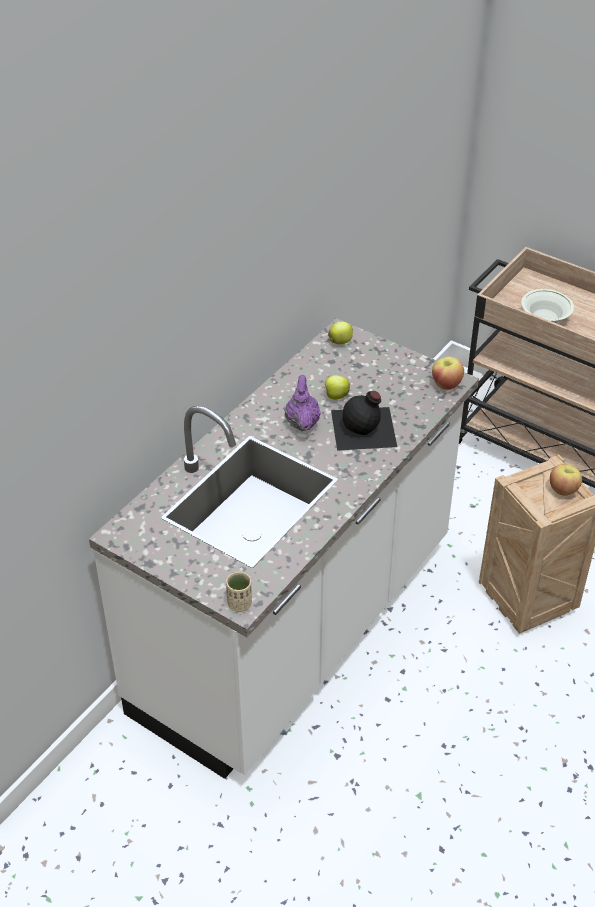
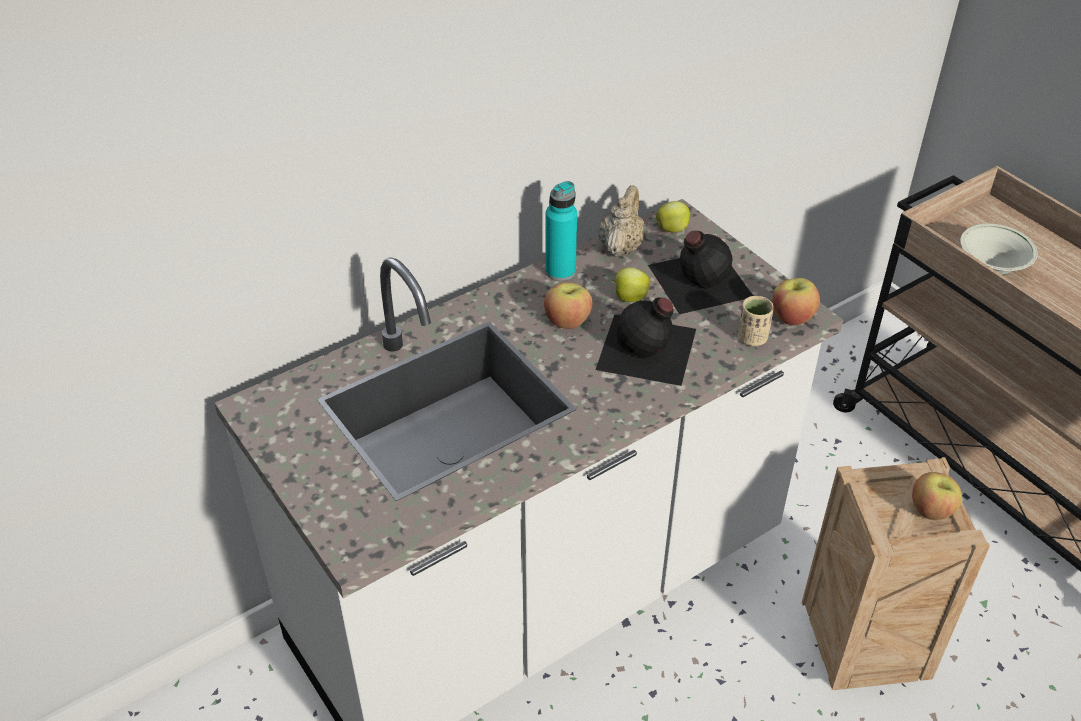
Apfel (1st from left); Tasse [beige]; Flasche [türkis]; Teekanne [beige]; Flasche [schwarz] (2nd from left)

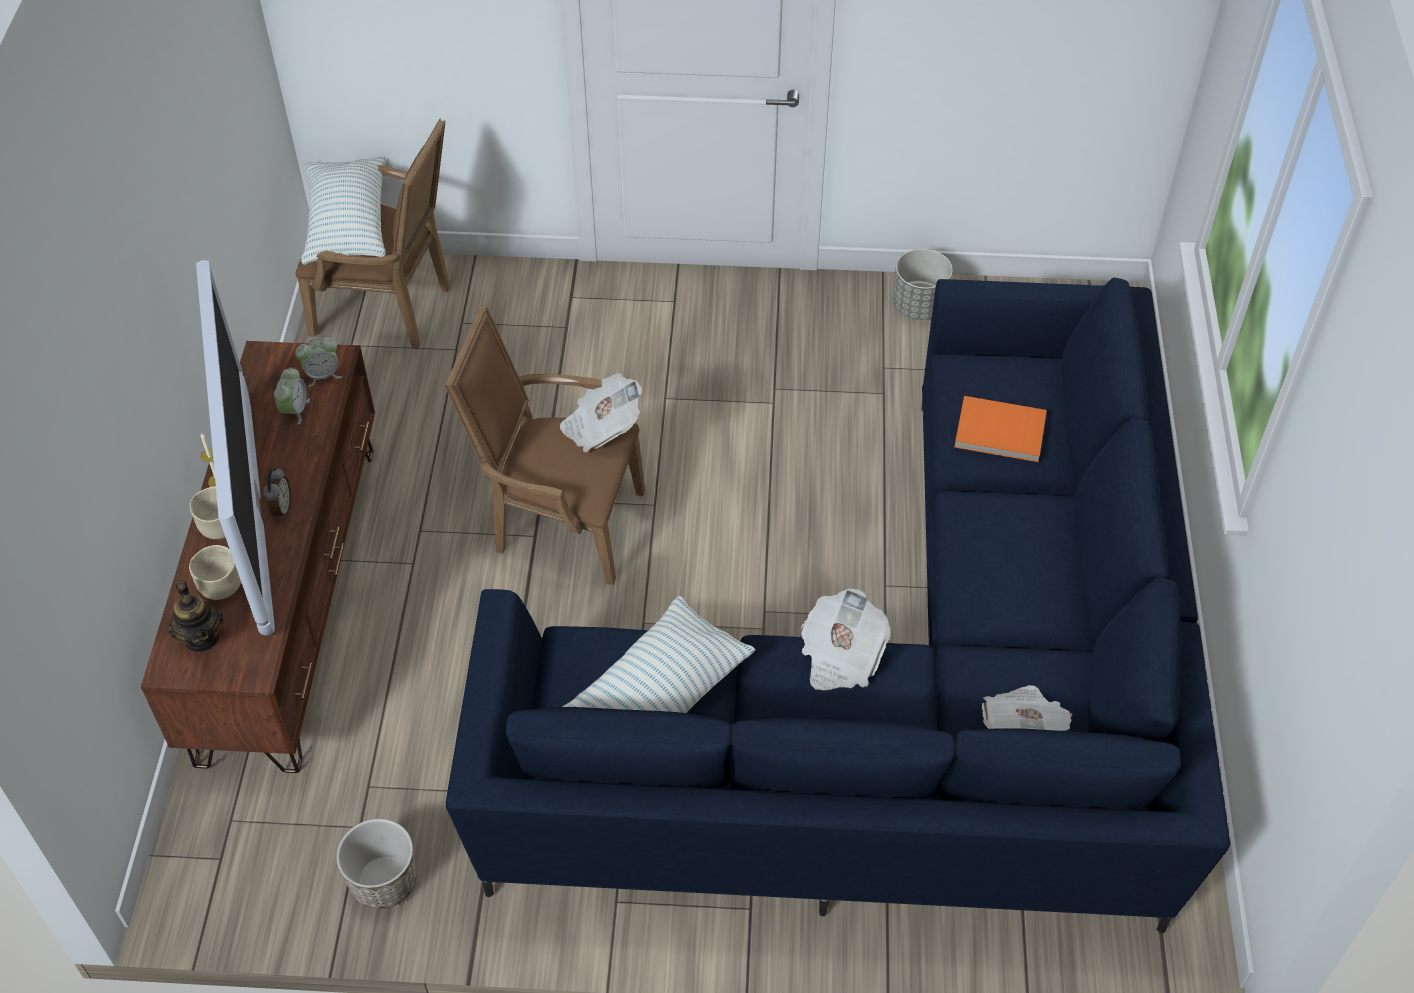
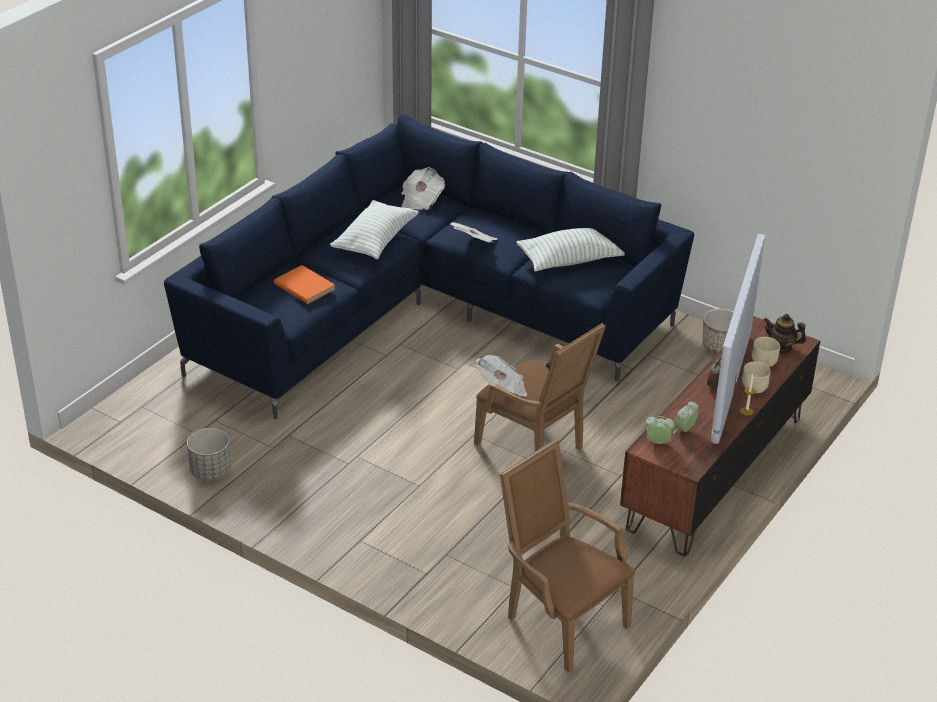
Kissen (1st from left); Teekanne

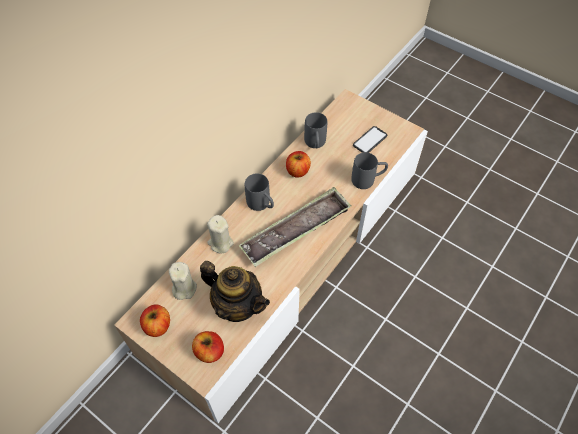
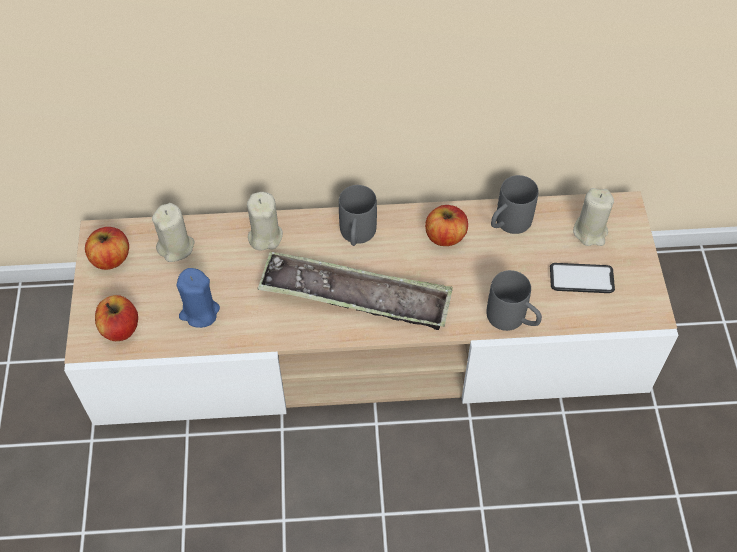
Kerze [blau]; Kerze [beige] (3rd from left)

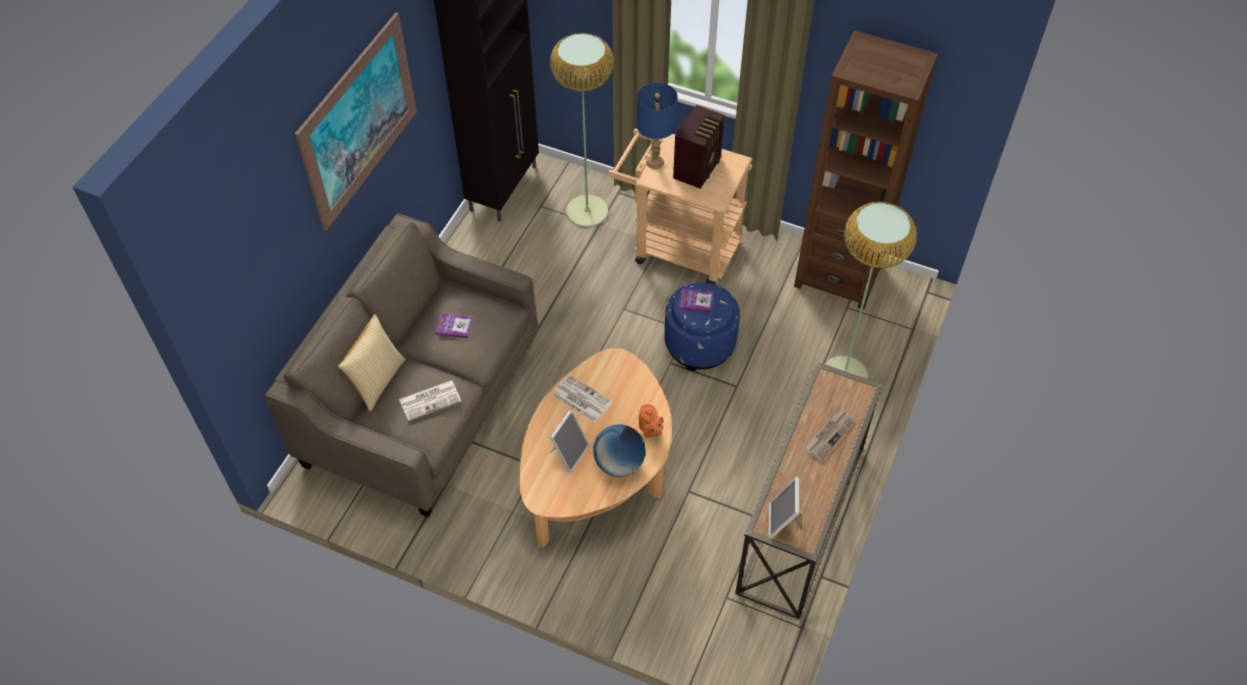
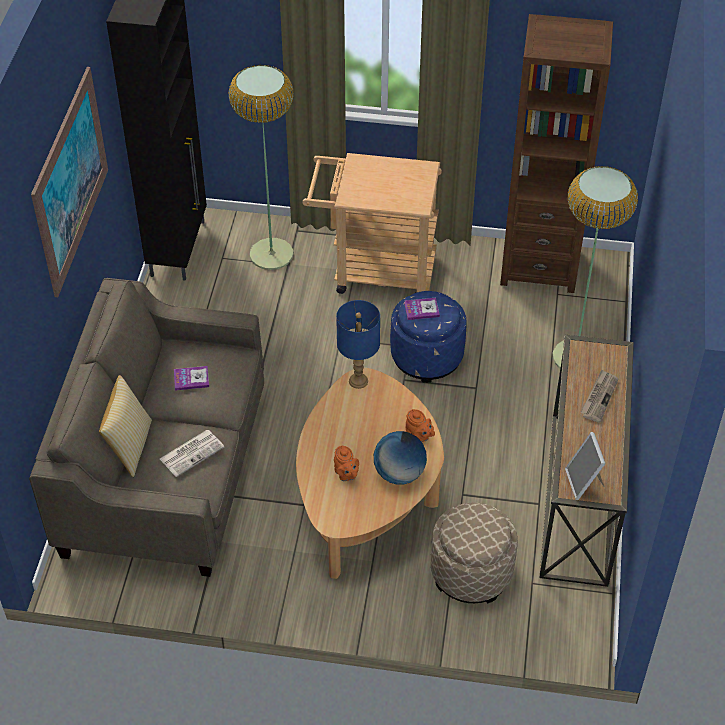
Tischlampe [blau]; Radio; Zeitung (2nd from left in the first image); Teekanne [orange] (1st from left); Polsterhocker [beige]

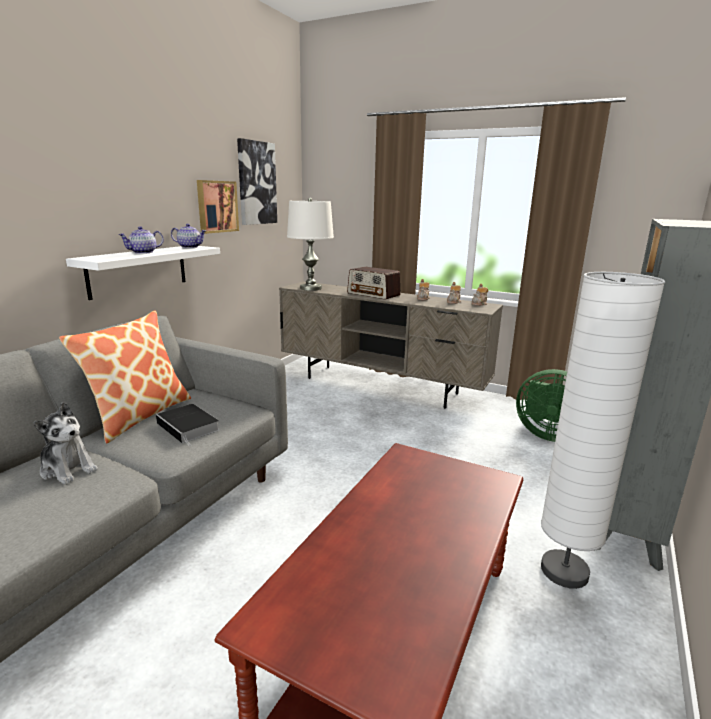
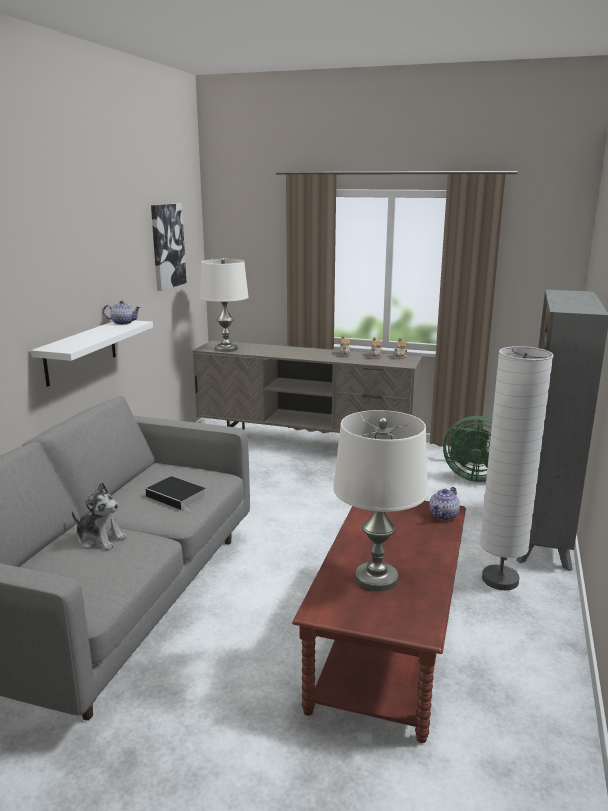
Bild (1st from left in the first image); Teekanne (5th from left); Radio; Kissen; Tischlampe [weiß] (2nd from left)

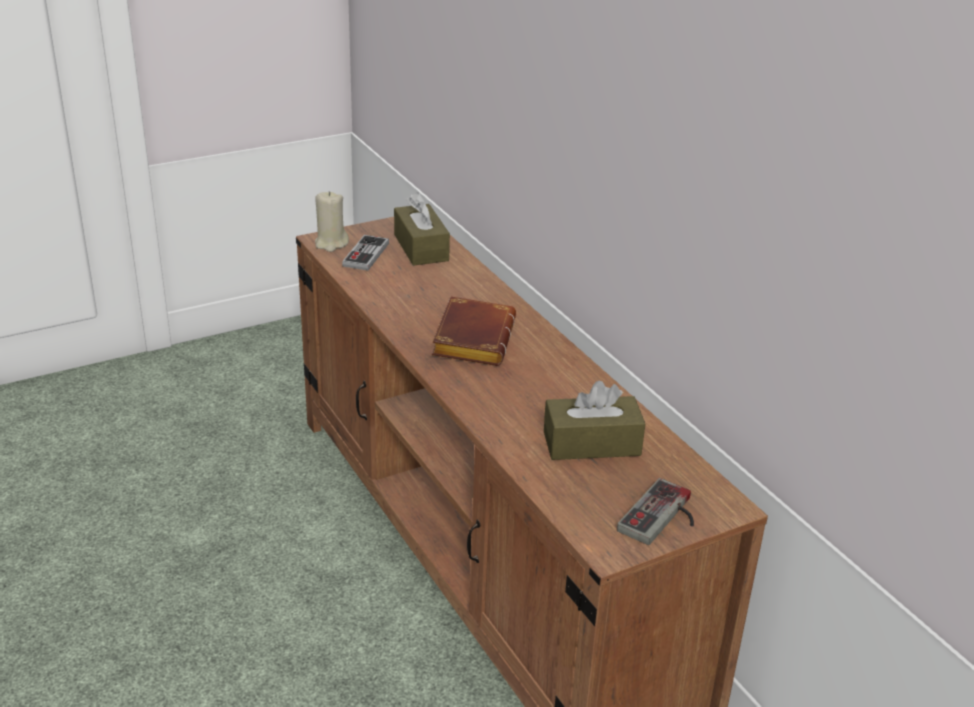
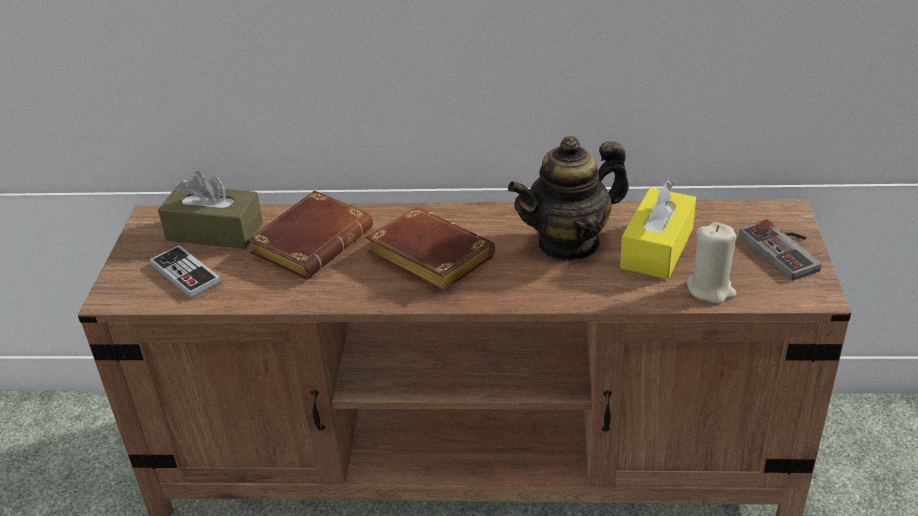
Kerze [beige]; Taschentuchbox [gelb]; Teekanne; Buch [braun] (1st from left)

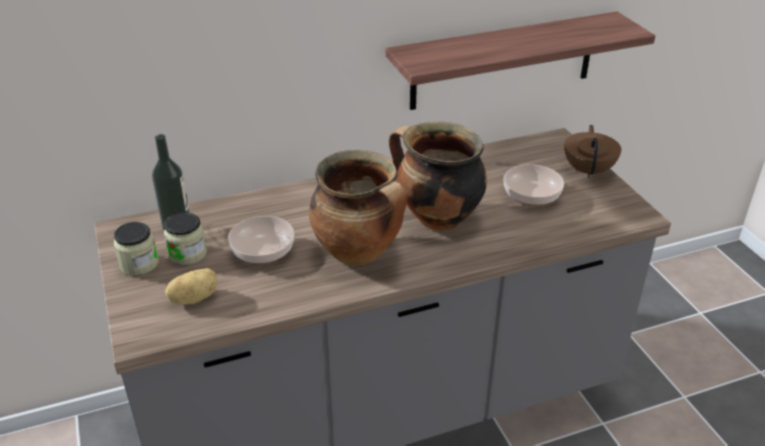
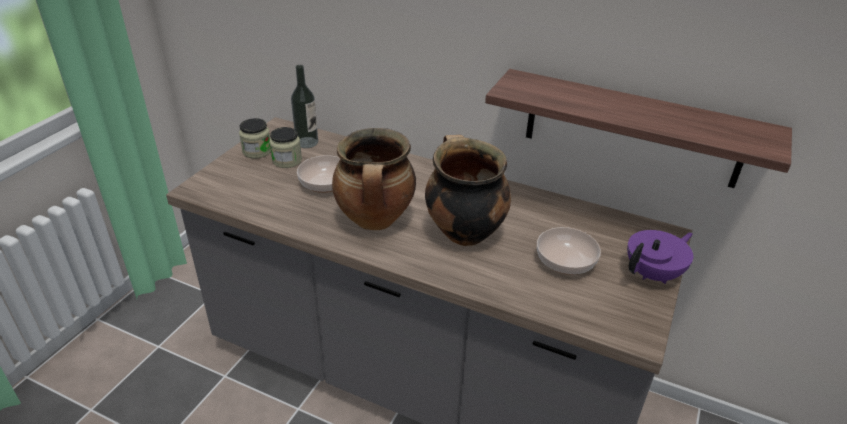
Teekanne [lila]; Kartoffel

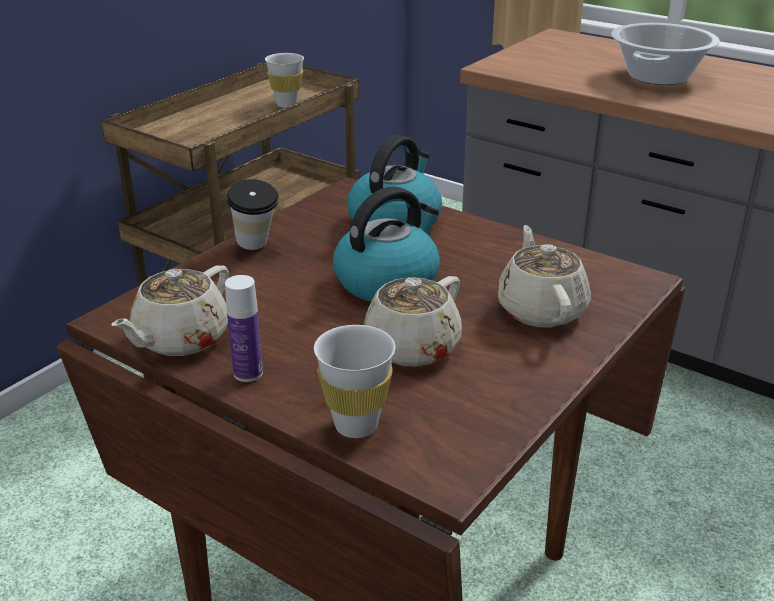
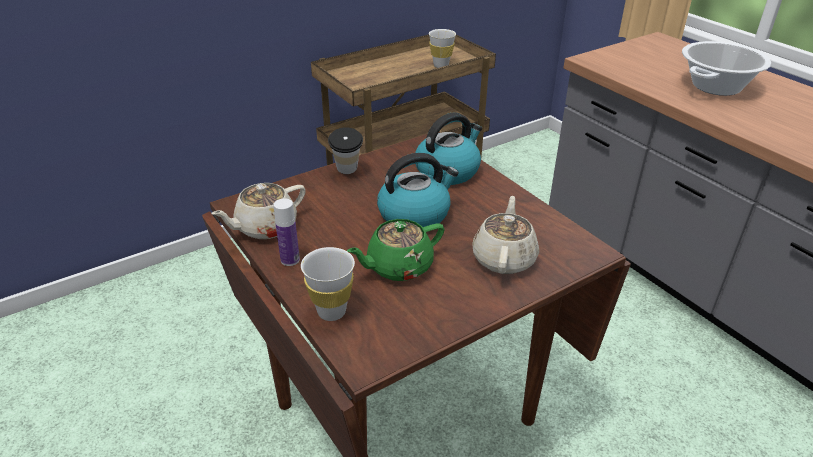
Teekanne [grün]

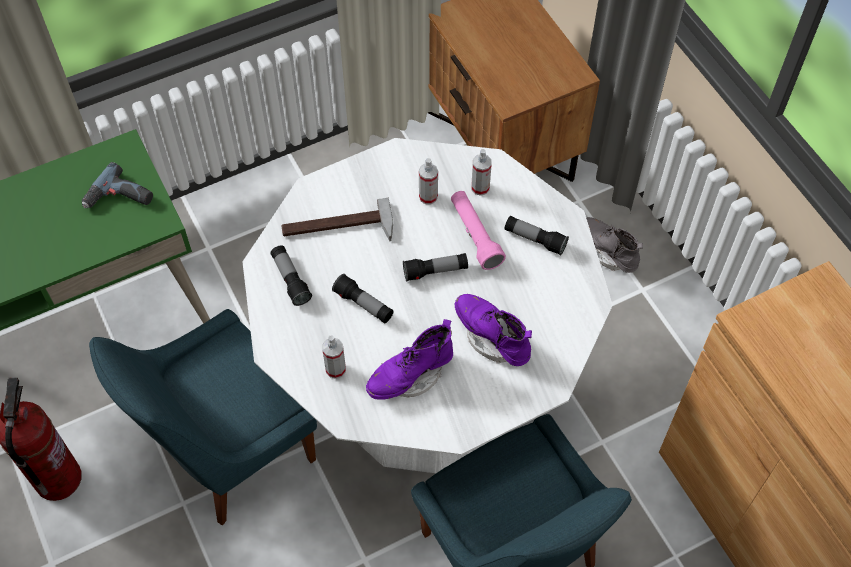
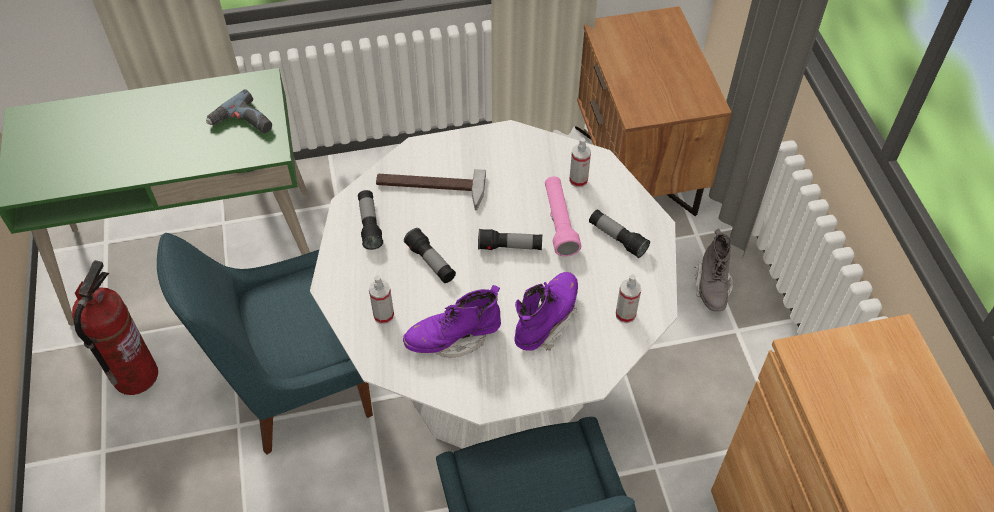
Sprühflasche (3rd from left); Stiefel [grau]; Stiefel [lila] (2nd from left)

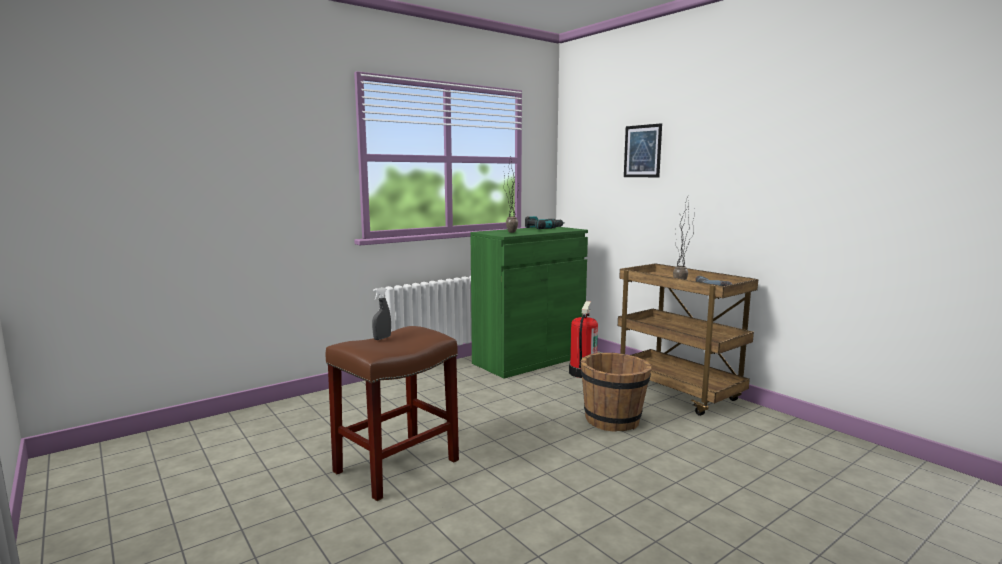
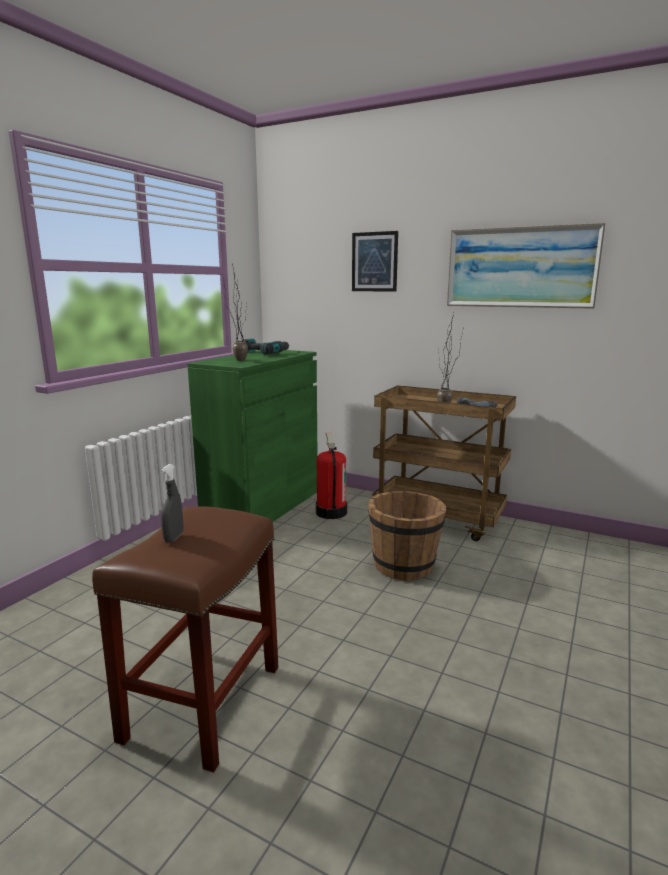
Bild (2nd from left)

